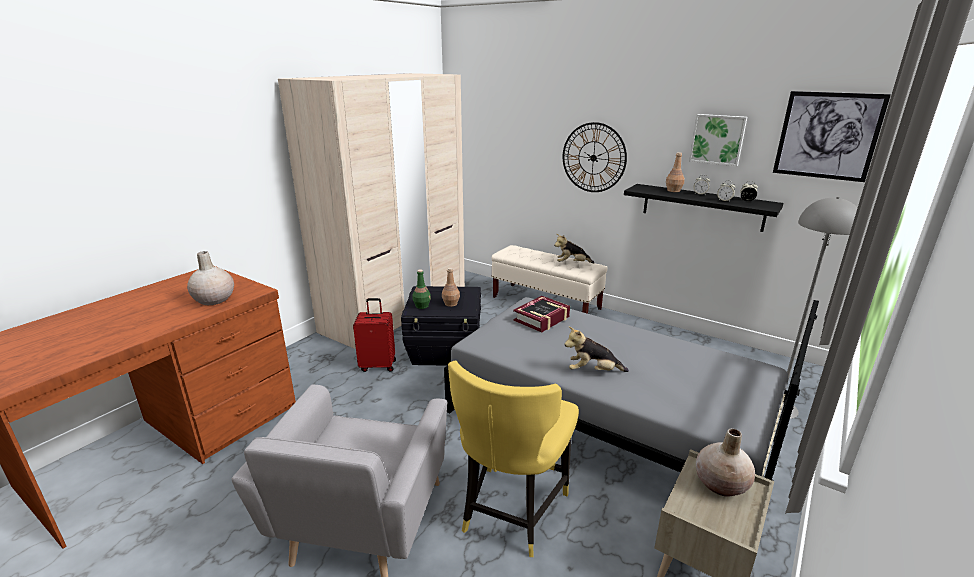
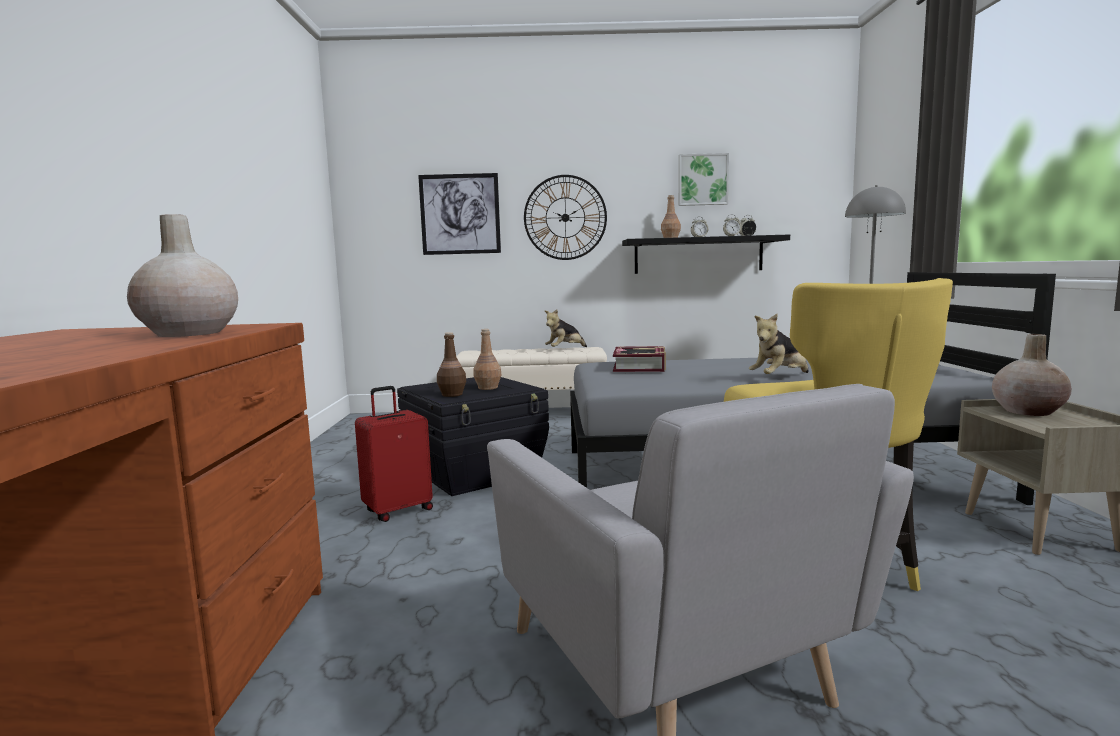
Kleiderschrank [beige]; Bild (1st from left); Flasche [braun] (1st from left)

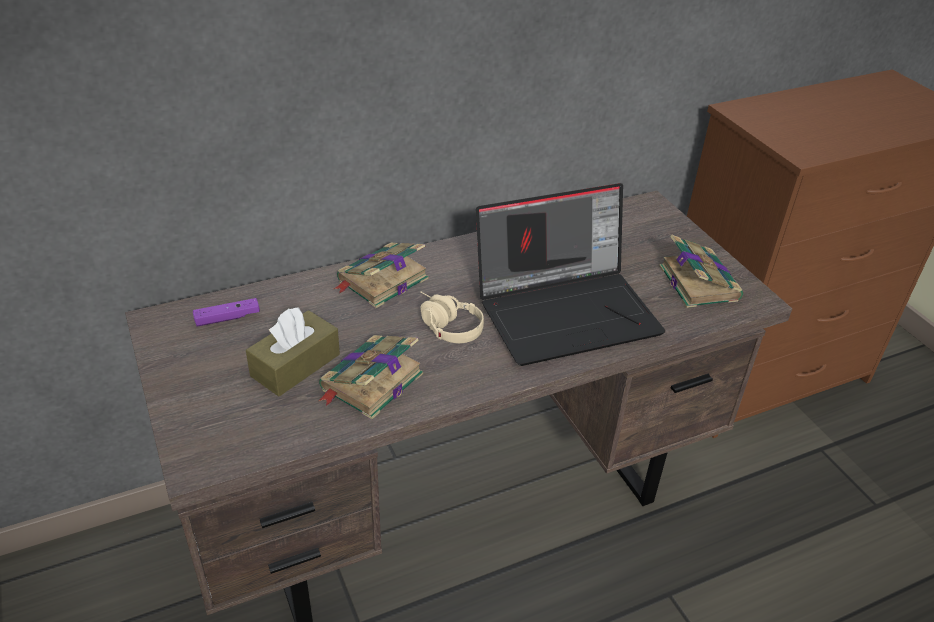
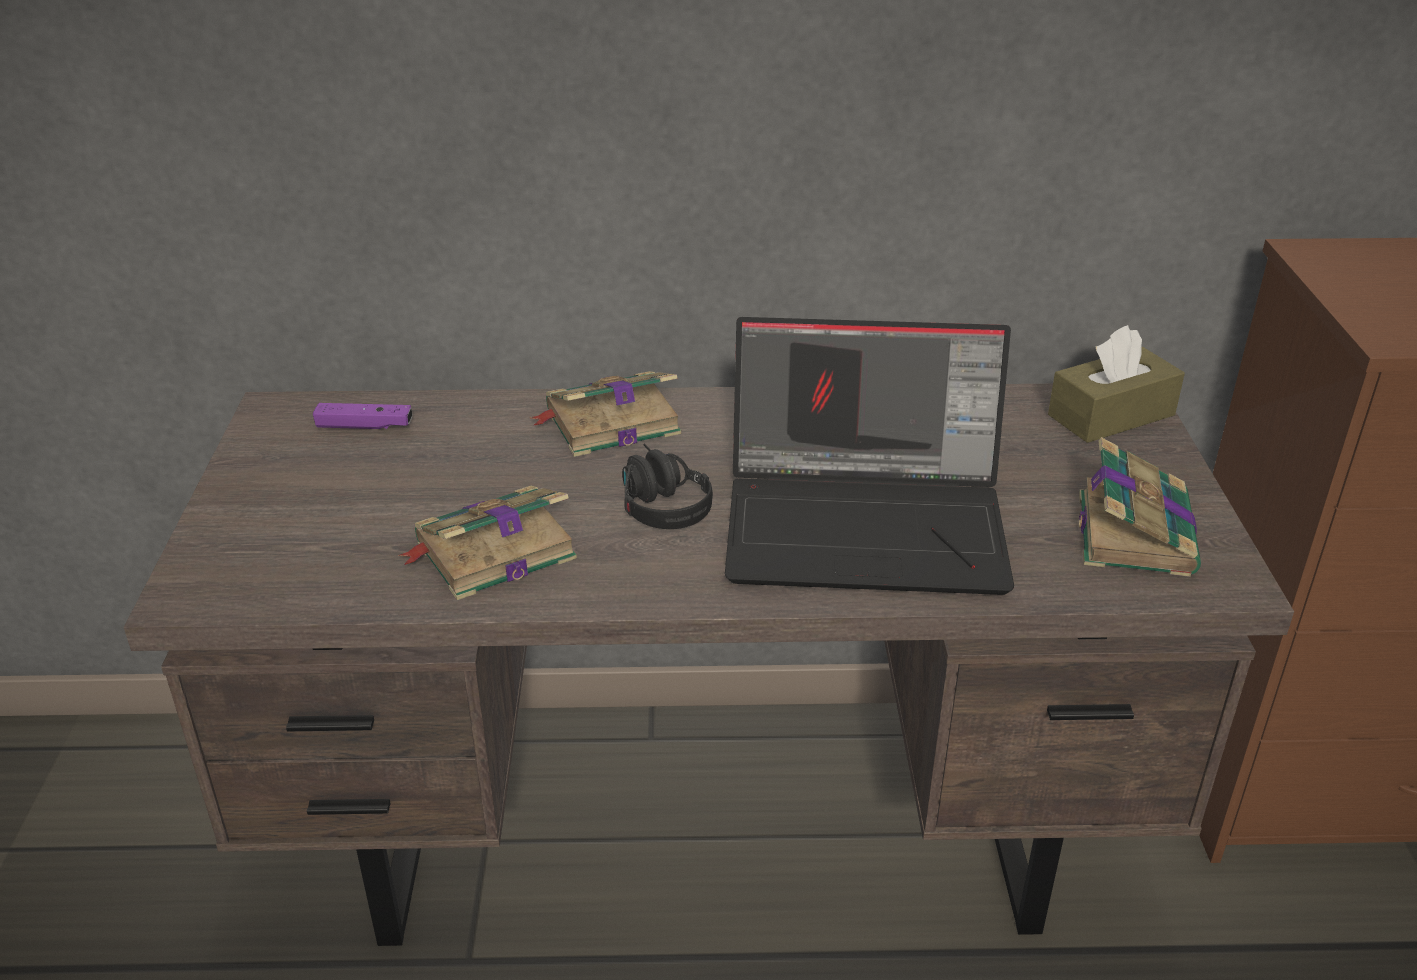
Kopfhörer [schwarz]; Taschentuchbox [braun]

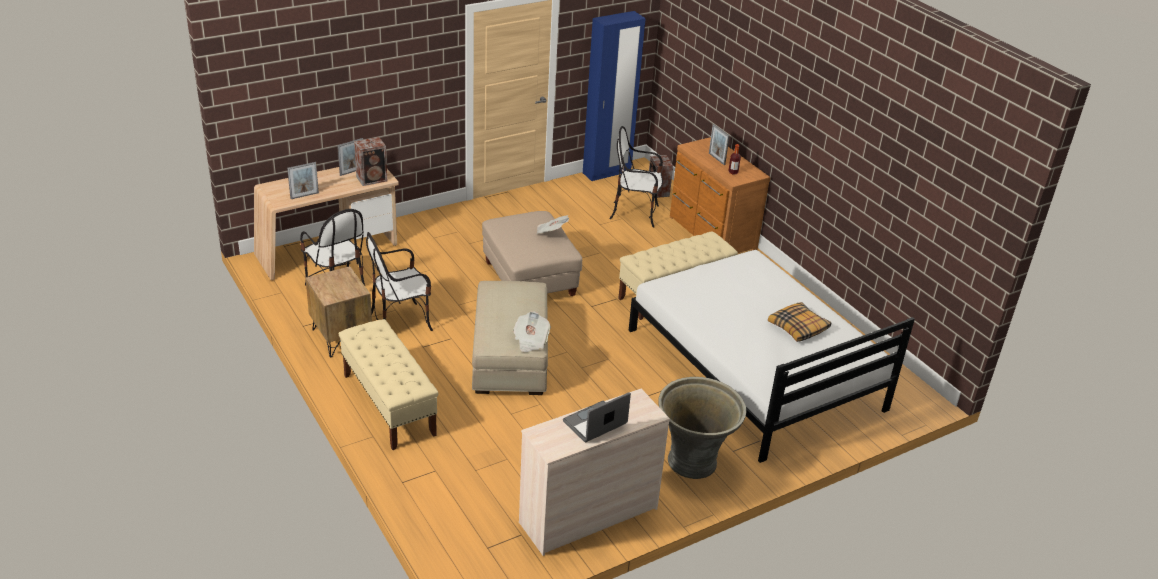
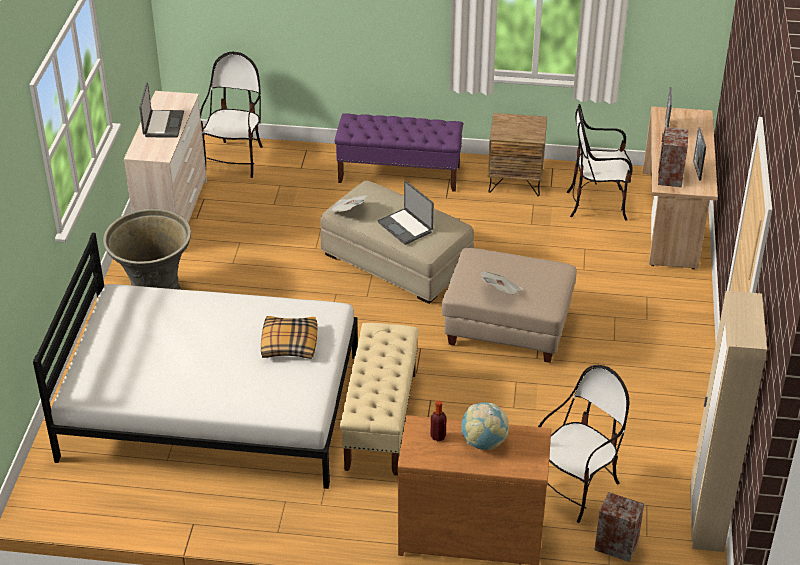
Kleiderschrank [beige]; Globus; Stuhl (1st from left); Kissen; Bank [lila]; Laptop (2nd from left)

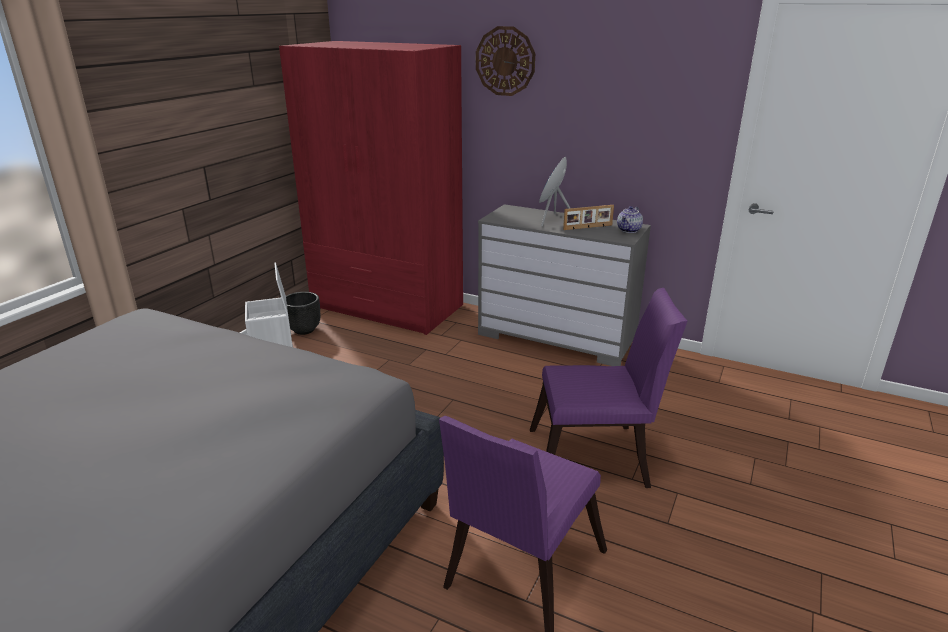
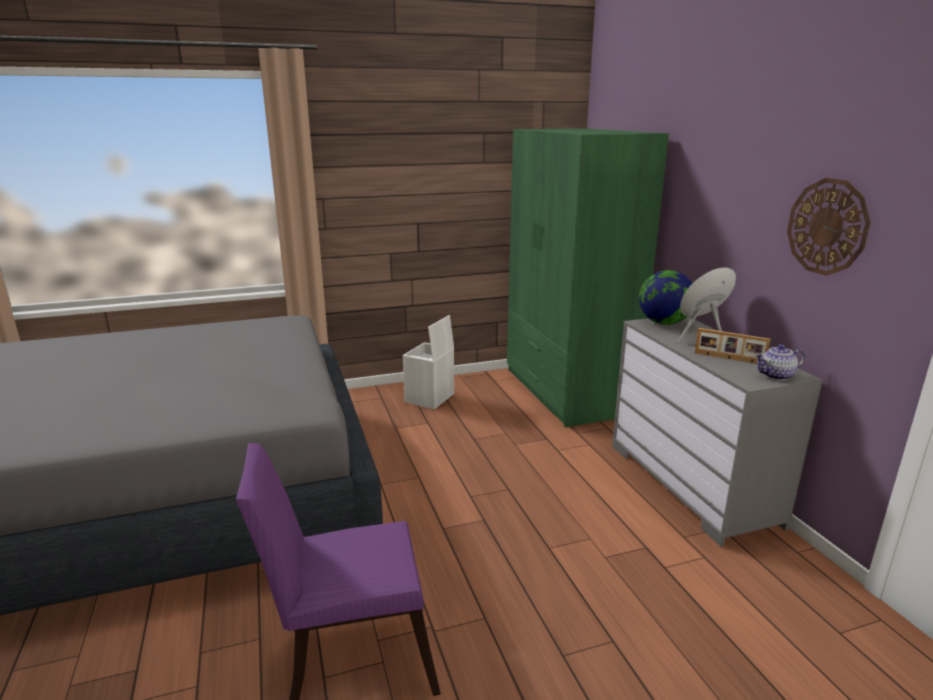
Wanduhr; Kleiderschrank [grün]; Stuhl [lila] (2nd from left in the first image); Pflanzkübel [schwarz]; Globus

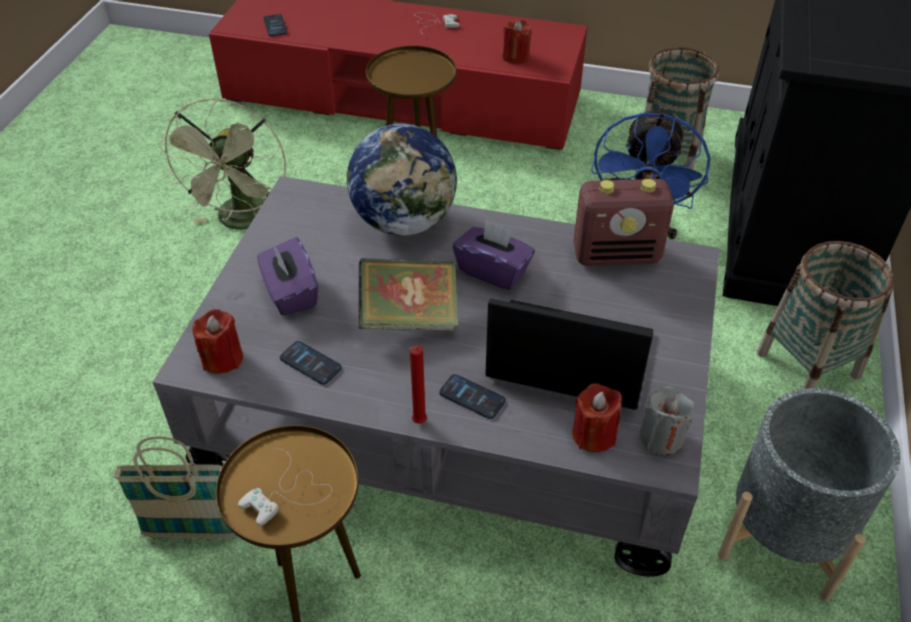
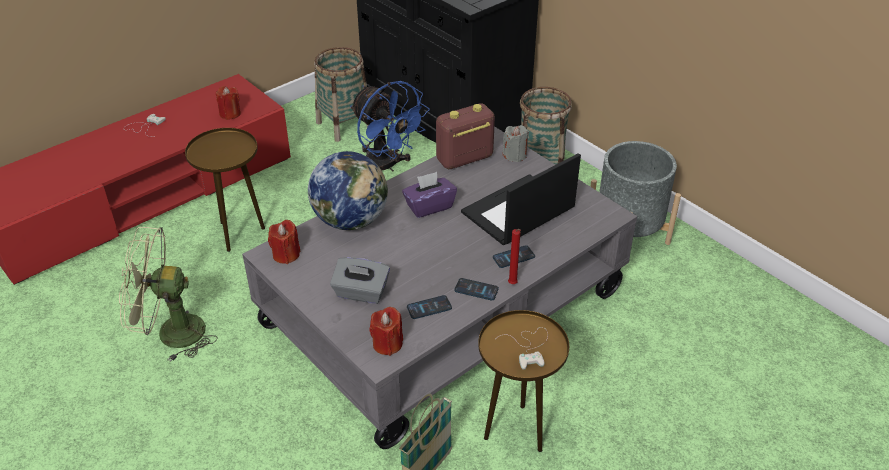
Handy (2nd from left); Ventilator [grün]; Radio; Taschentuchbox [grau]; Buch; Kerze [rot] (2nd from left); Kerze [grau]

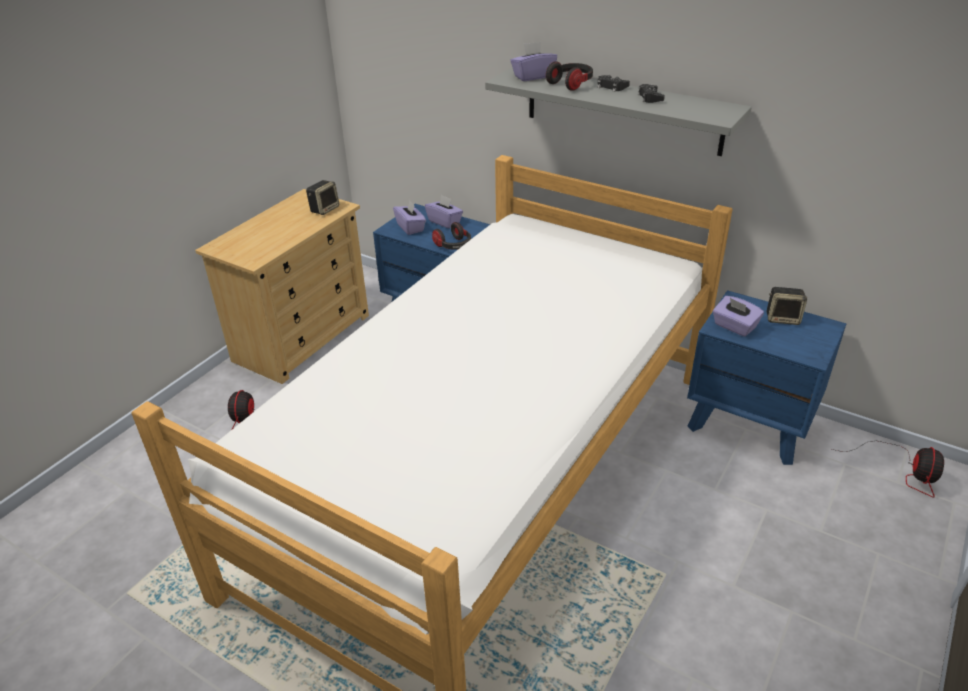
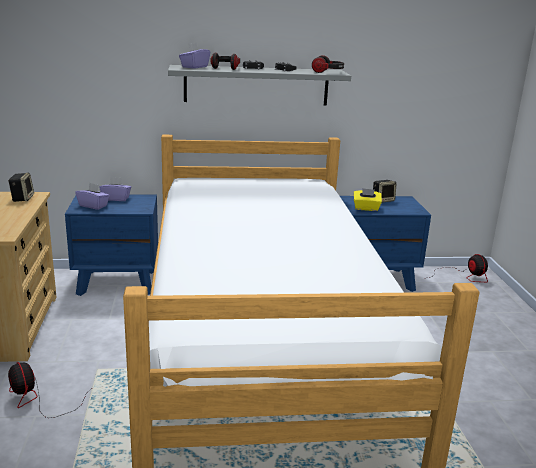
Kopfhörer (2nd from left); Taschentuchbox [gelb]

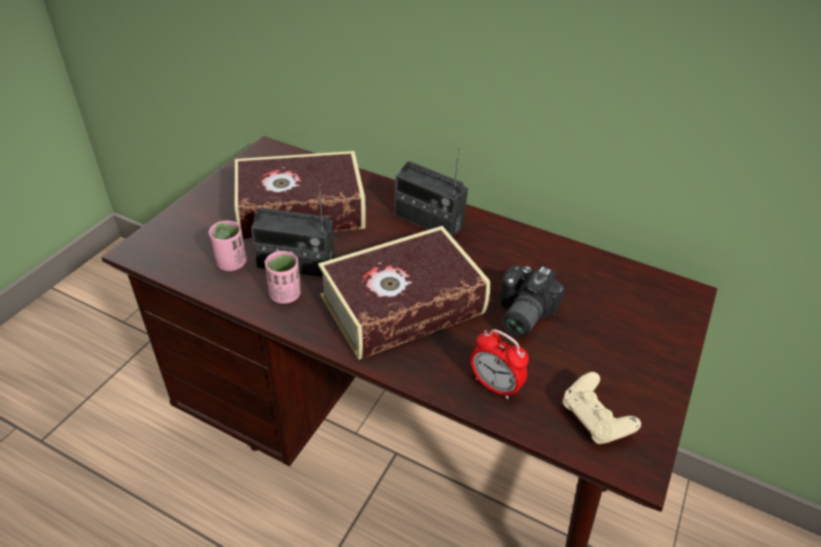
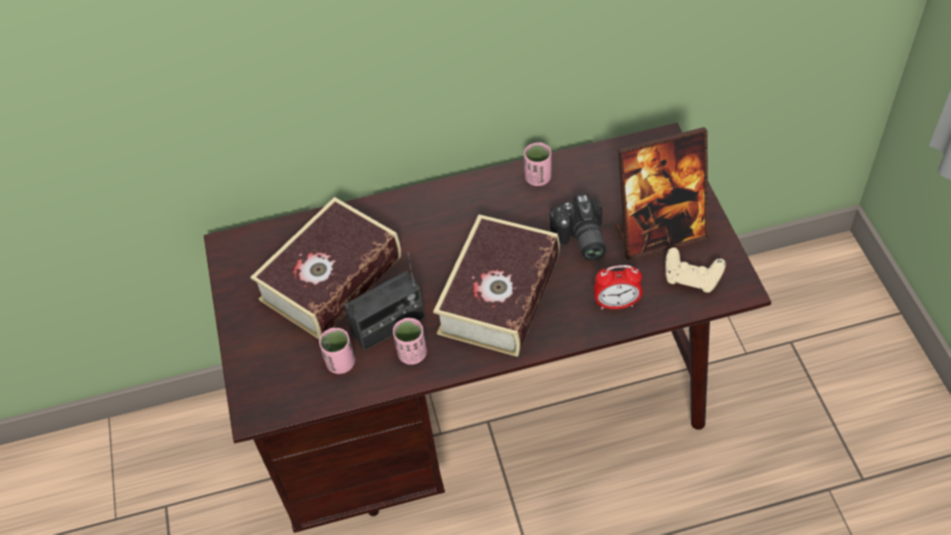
Radio (2nd from left in the first image); Bilderrahmen; Tasse [rosa] (3rd from left)

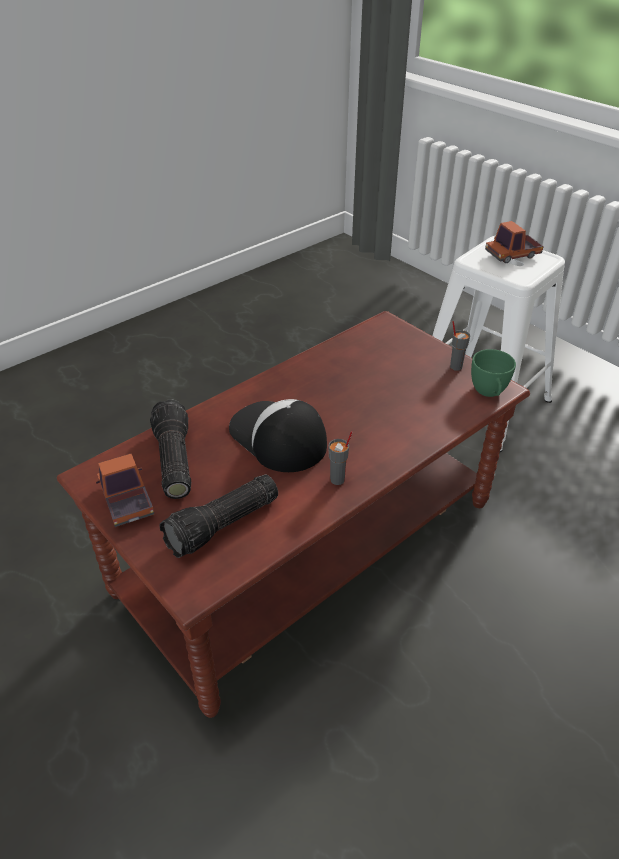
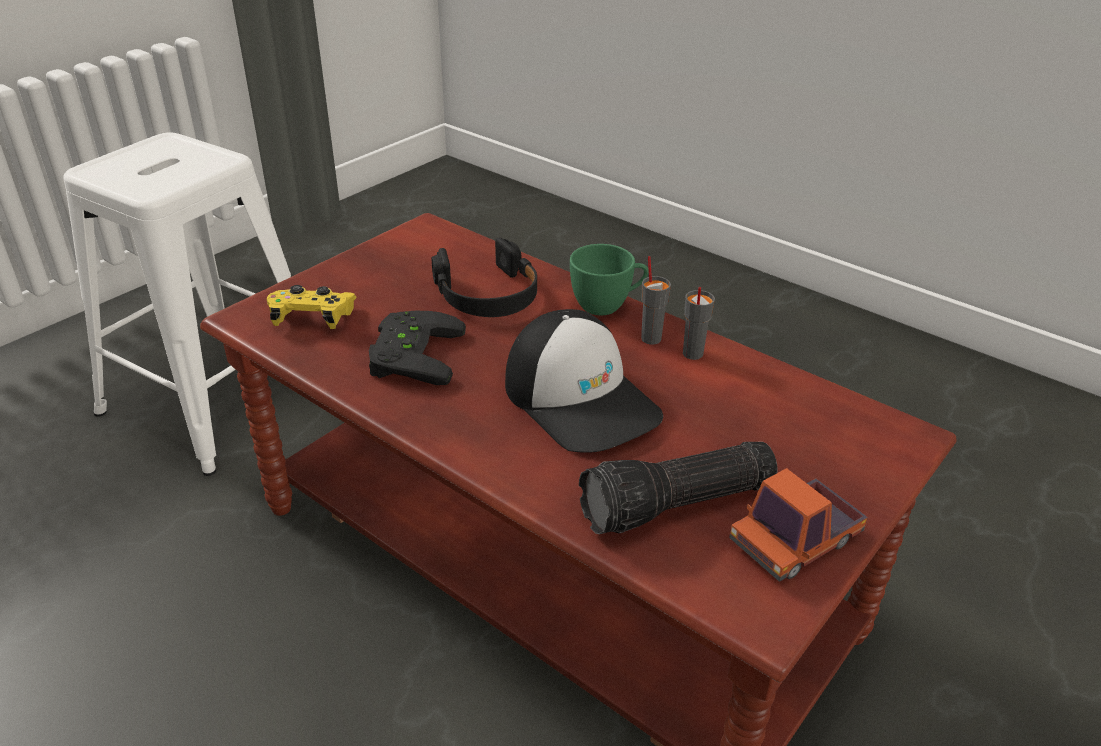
Spielzeuglaster (2nd from left in the first image); Tasse [grau] (2nd from left); Tasse [grün]; Kappe; Taschenlampe (2nd from left in the first image); Kopfhörer [schwarz]; Gamepad [gelb]; Gamepad [schwarz]

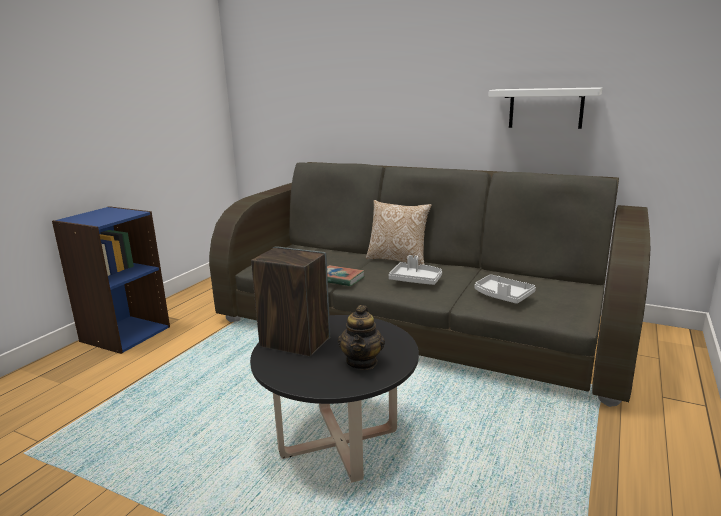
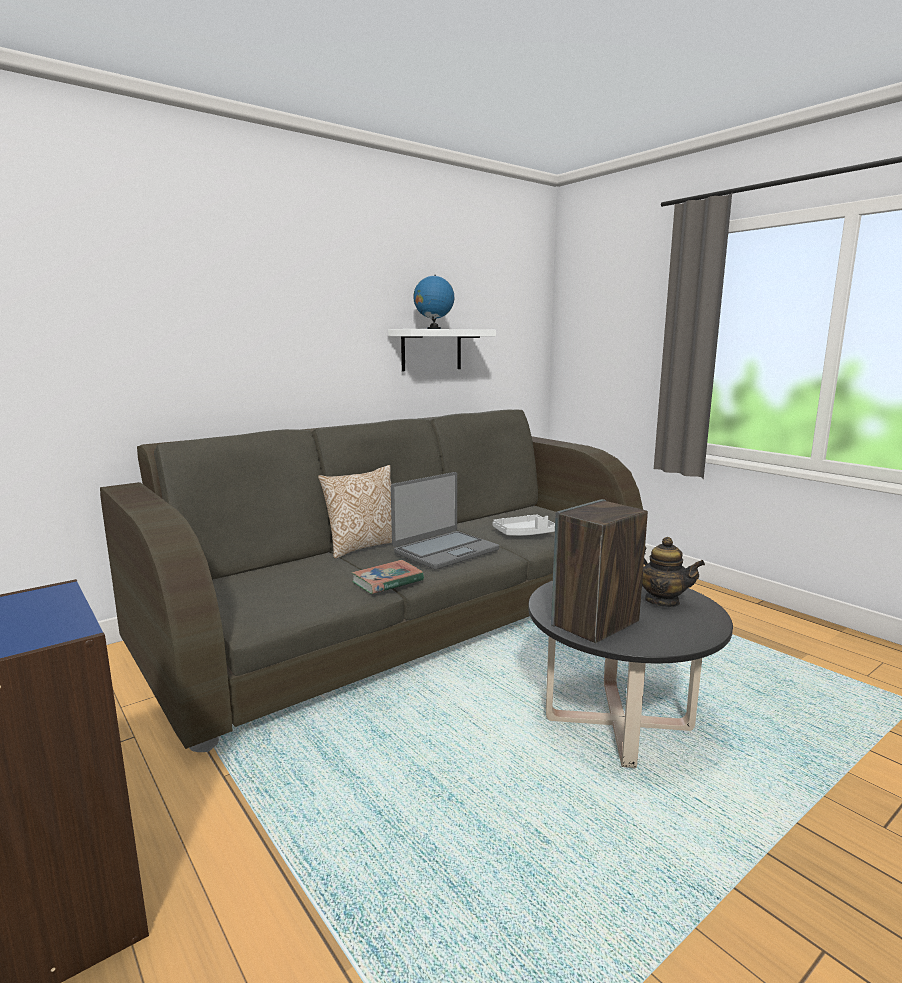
Laptop; Globus

